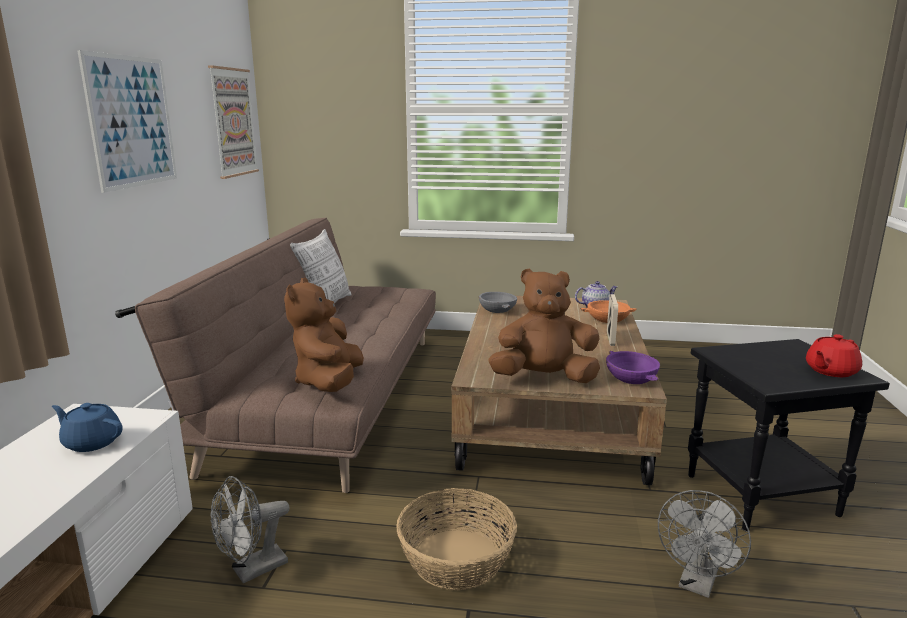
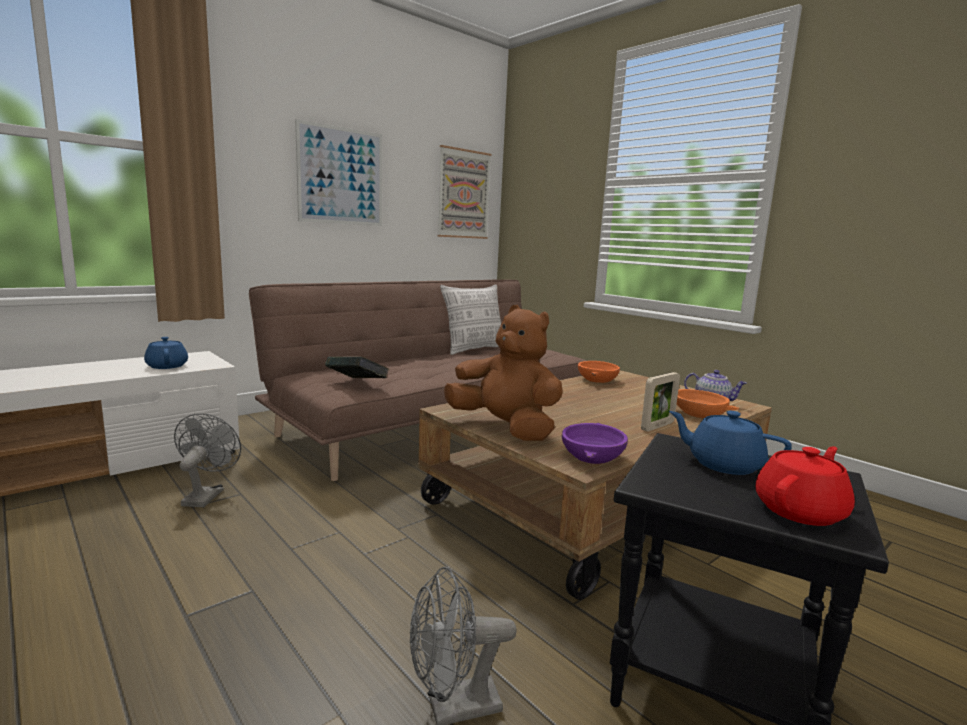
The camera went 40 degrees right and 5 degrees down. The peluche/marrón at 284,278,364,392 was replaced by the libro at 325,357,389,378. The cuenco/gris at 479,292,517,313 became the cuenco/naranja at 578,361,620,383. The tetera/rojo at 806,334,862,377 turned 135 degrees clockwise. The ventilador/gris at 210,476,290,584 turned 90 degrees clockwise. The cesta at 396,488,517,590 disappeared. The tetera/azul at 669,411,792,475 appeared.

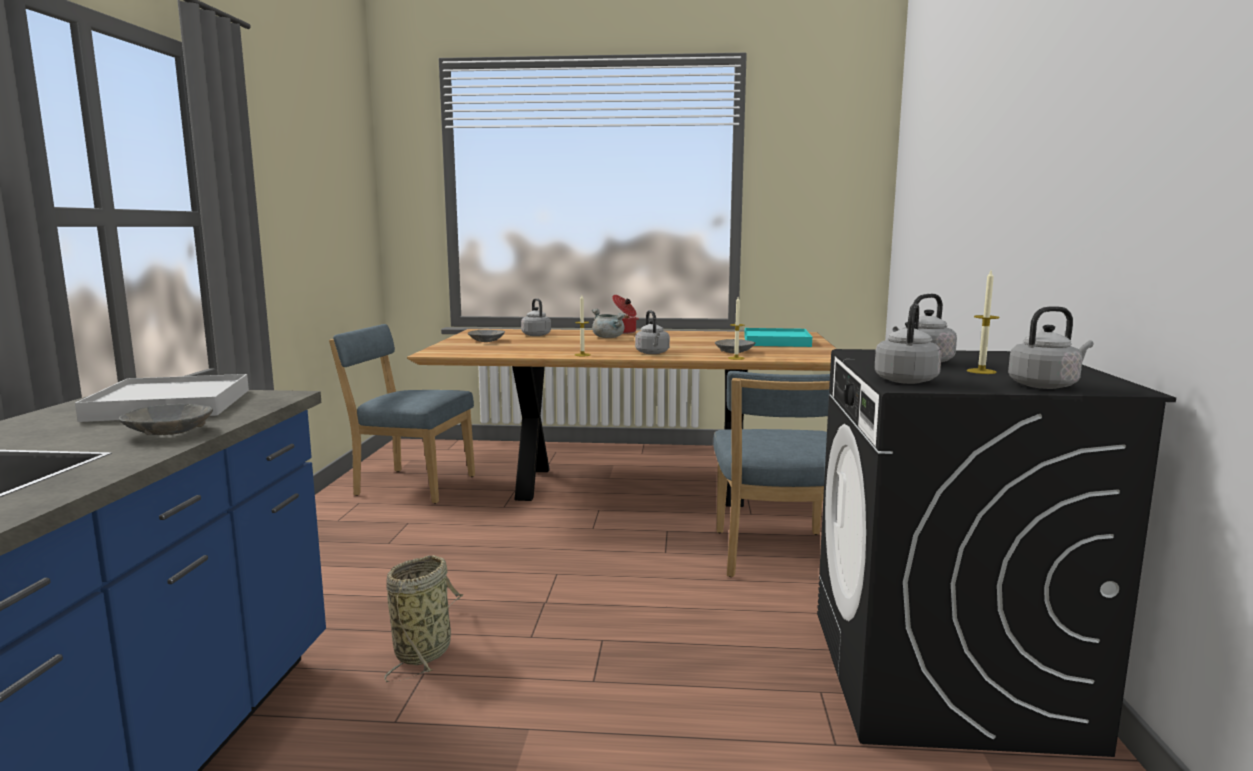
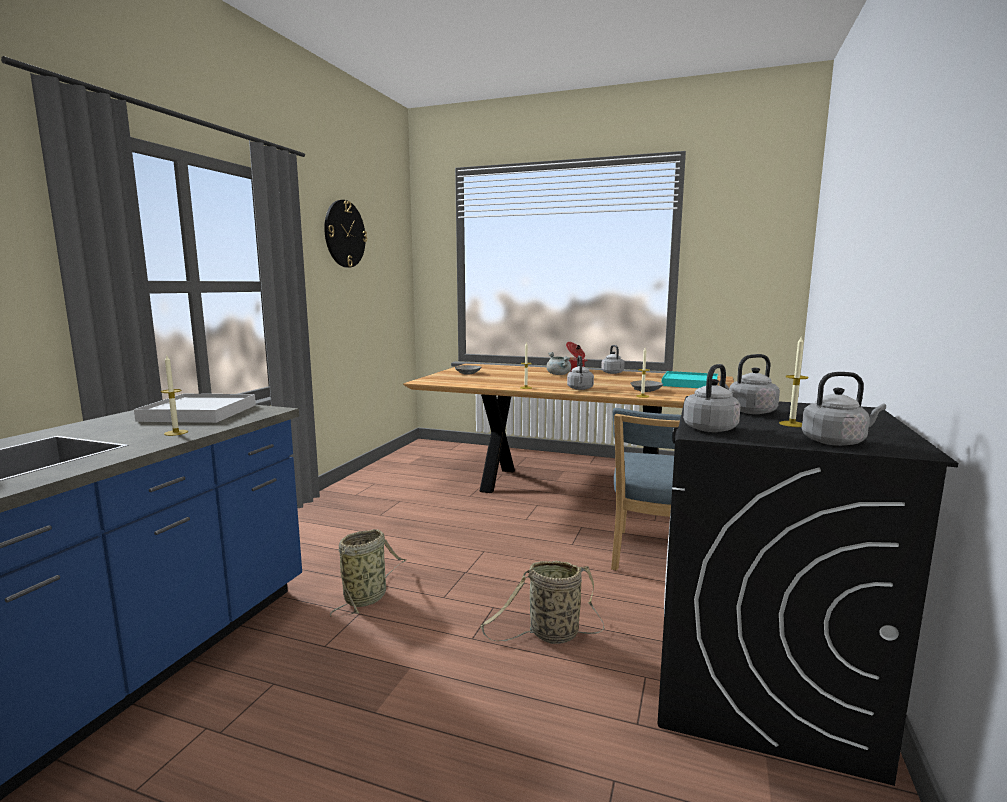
The camera went 15 degrees right and 0 degrees up. The hervidor/gris moved from 521,298,551,336 to 601,345,625,374. The silla/azul at 329,324,475,504 disappeared. The cuenco/gris at 118,404,213,435 was replaced by the vela at 161,355,188,436. The reloj de pared at 324,200,367,268 appeared. The cesta at 480,561,605,644 appeared.

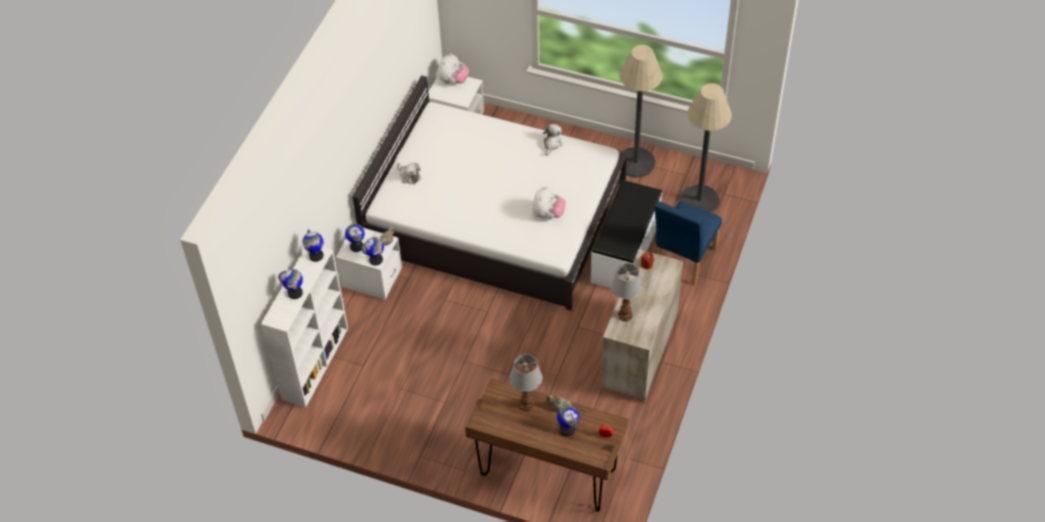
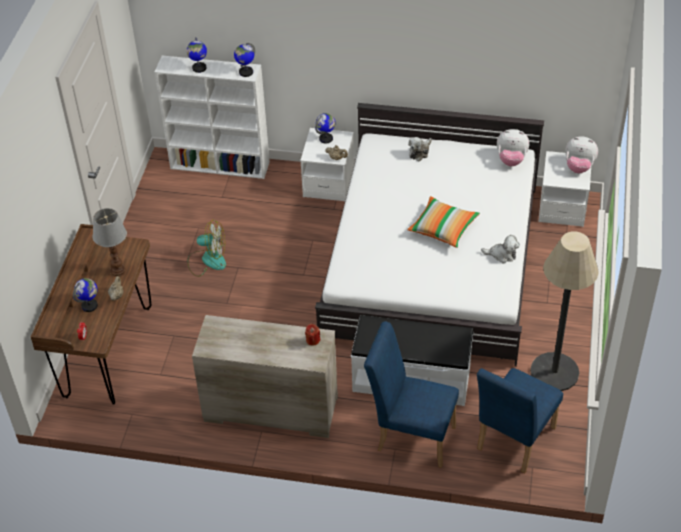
The camera went 80 degrees right and 5 degrees down. The lámpara de pie at 680,83,732,213 was replaced by the silla/azul at 477,368,563,473. The peluche moved from 532,186,566,218 to 497,129,529,166. The globo terráqueo at 361,238,384,265 disappeared. The lámpara de mesa at 611,263,643,322 disappeared. The cojín at 407,196,480,248 appeared. The ventilador at 188,220,226,277 appeared.

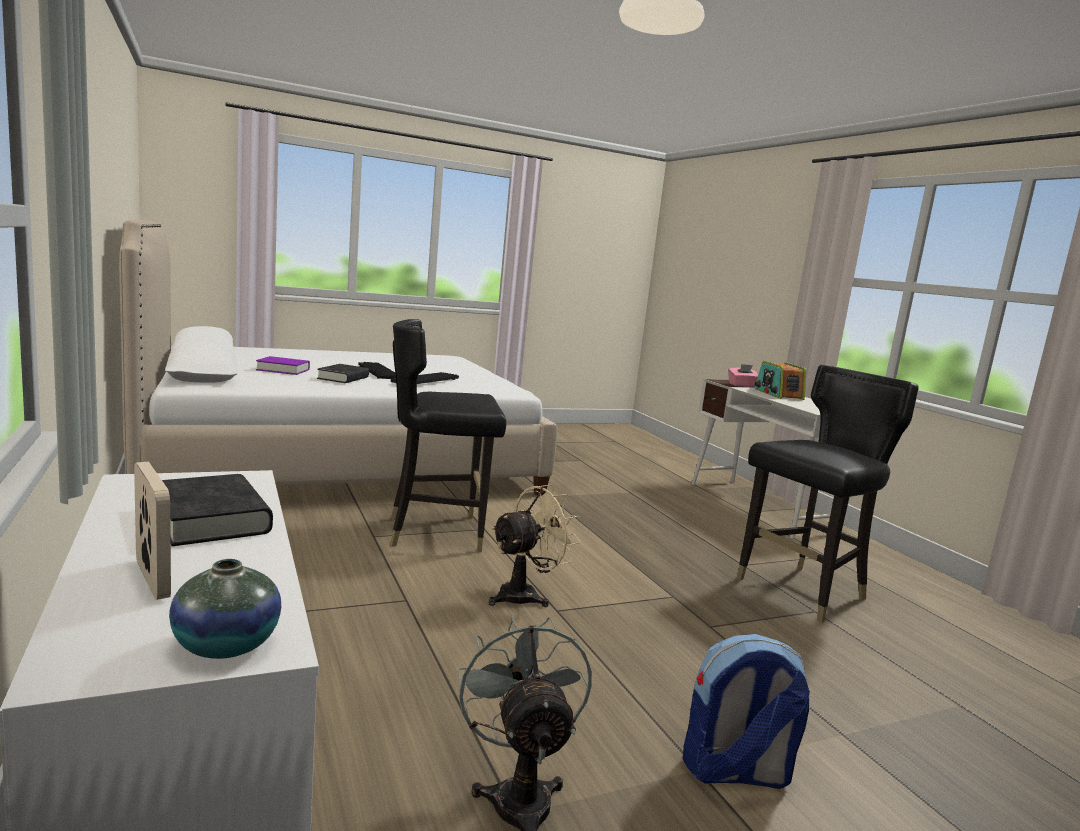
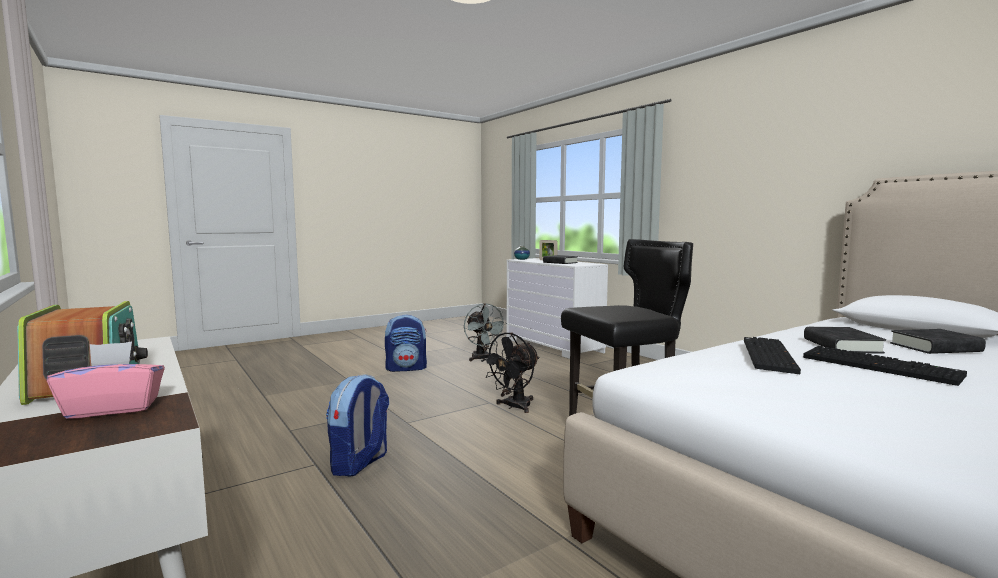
The camera went 170 degrees right and 5 degrees down. The libro/morado at 256,356,310,375 became the libro/negro at 890,329,986,354. The silla/negro at 737,365,919,623 disappeared. The ventilador/beis at 489,485,580,607 became the ventilador/negro at 481,332,540,413. The mochila at 326,374,389,477 appeared.

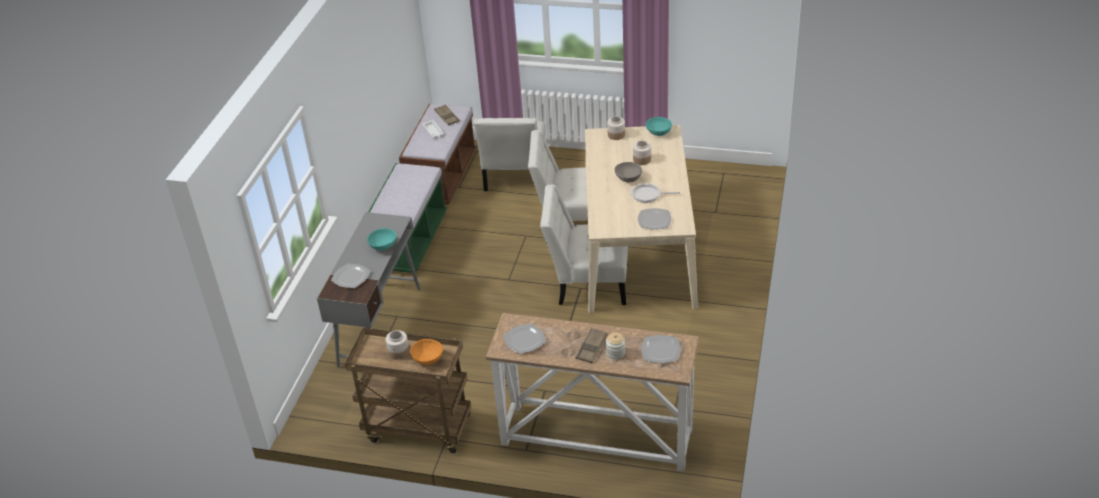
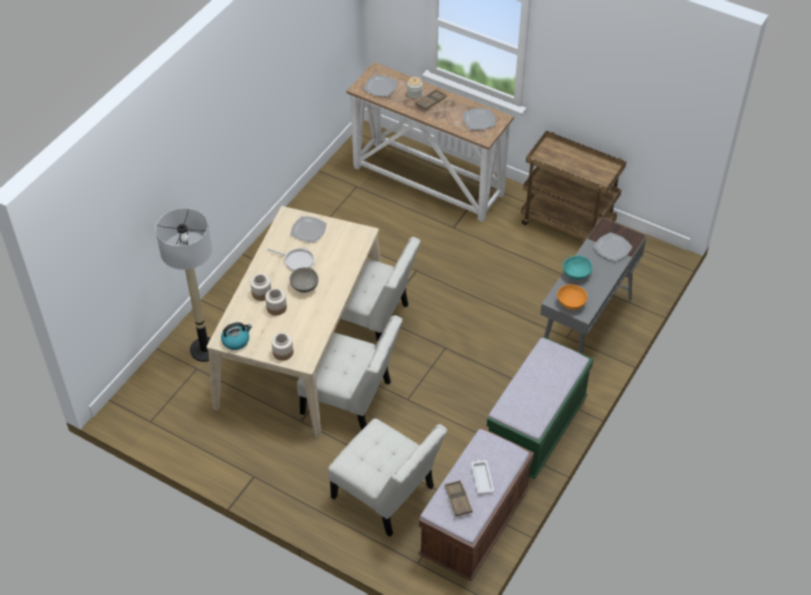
The camera went 165 degrees left and 10 degrees up. The cuenco/turquesa at 645,117,672,136 was replaced by the hervidor at 221,322,252,350. The silla/blanco at 474,118,545,191 turned 105 degrees clockwise. The tarro moved from 386,330,409,360 to 250,274,271,301. The cuenco/naranja moved from 410,339,443,365 to 557,284,587,310. The lámpara de pie at 156,208,212,362 appeared.

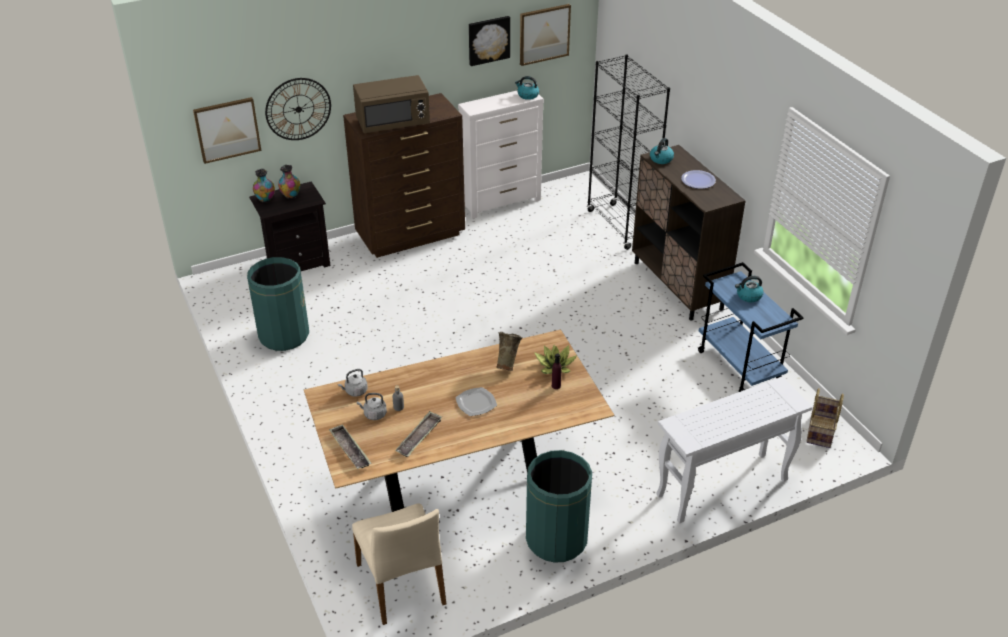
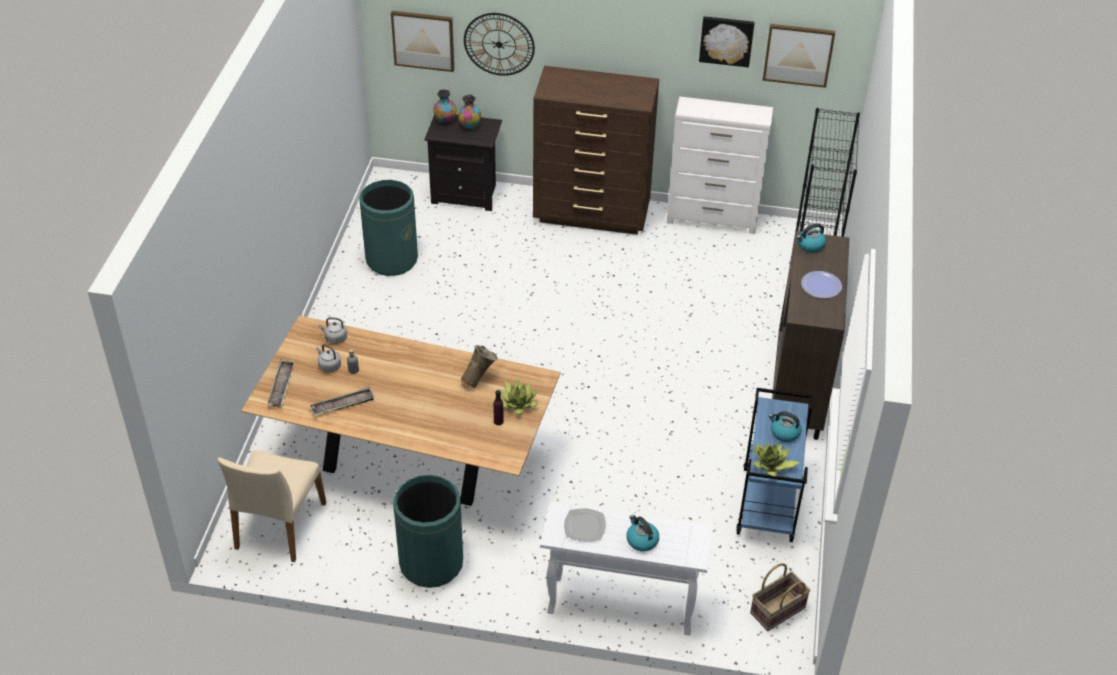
The camera went 35 degrees right and 5 degrees up. The microondas/marrón at 353,75,430,133 disappeared. The hervidor moved from 515,76,539,100 to 626,515,659,552. The plato moved from 455,387,497,416 to 564,508,606,542. The planta en maceta at 752,443,800,477 appeared.

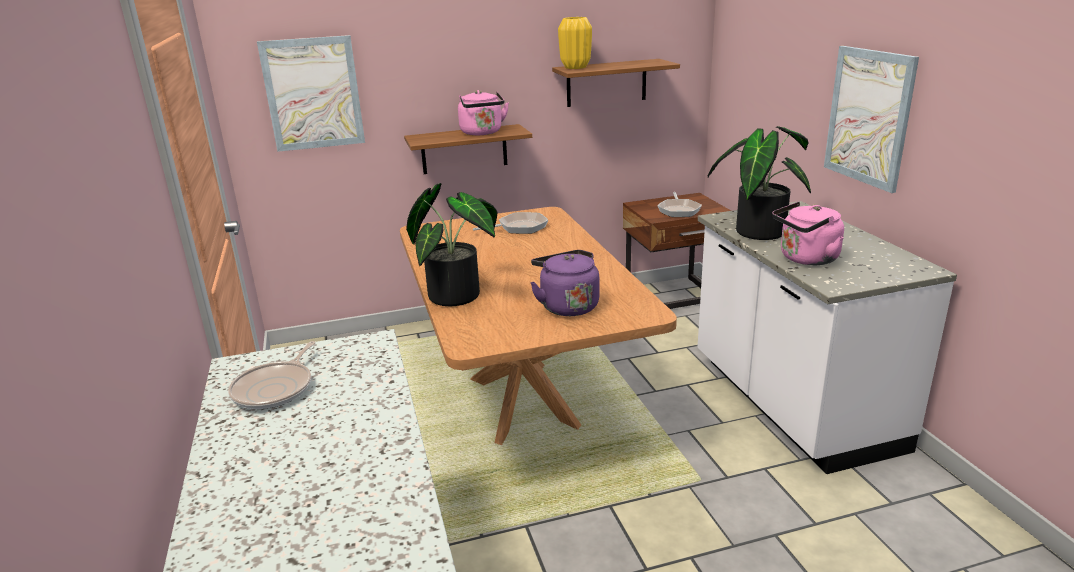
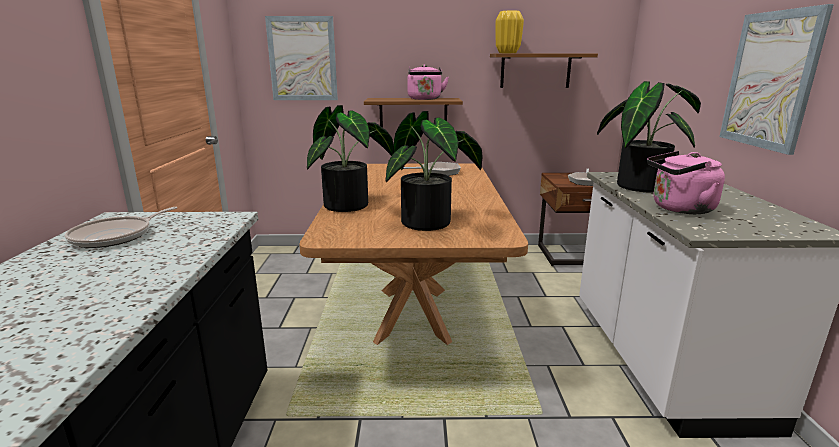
The camera went 15 degrees right and 5 degrees down. The hervidor/morado at 530,250,599,316 was replaced by the planta en maceta at 385,111,483,231.

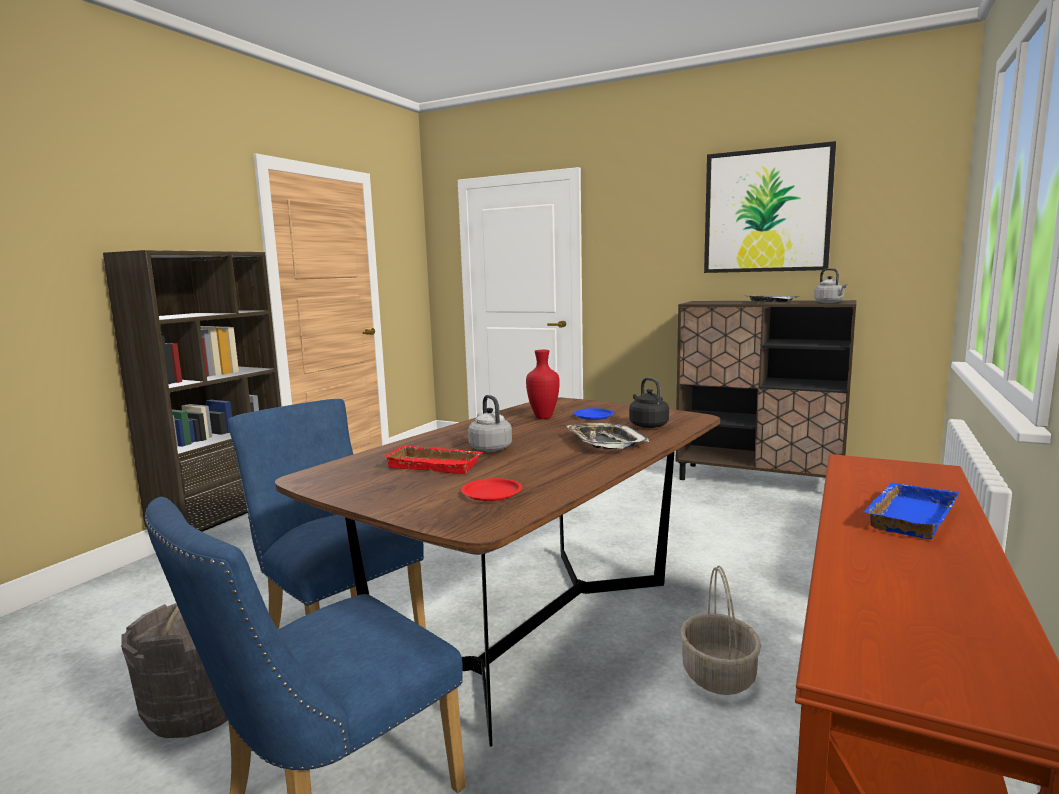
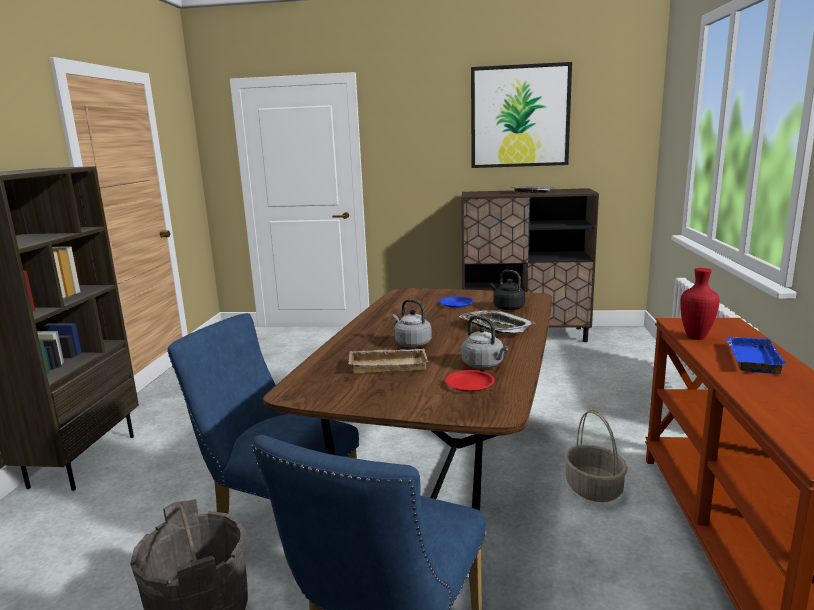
The camera went 20 degrees left and 5 degrees up. The hervidor/gris moved from 814,268,848,303 to 462,316,508,369. The florero/rojo moved from 526,350,560,419 to 680,268,720,340. The bandeja/rojo at 382,445,483,474 became the bandeja/beis at 348,349,428,374.

